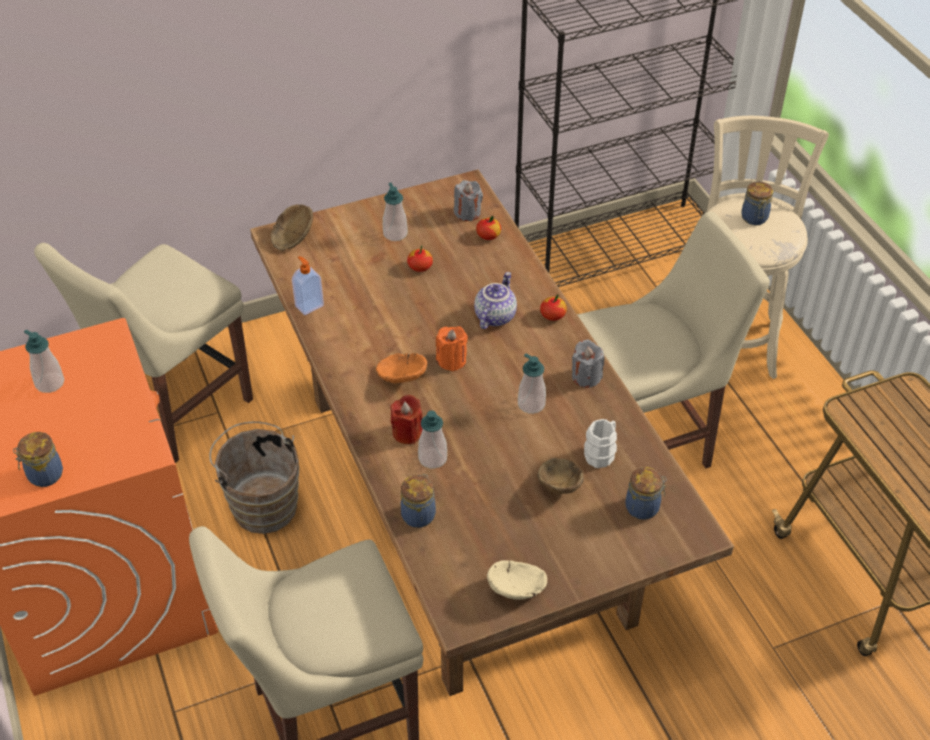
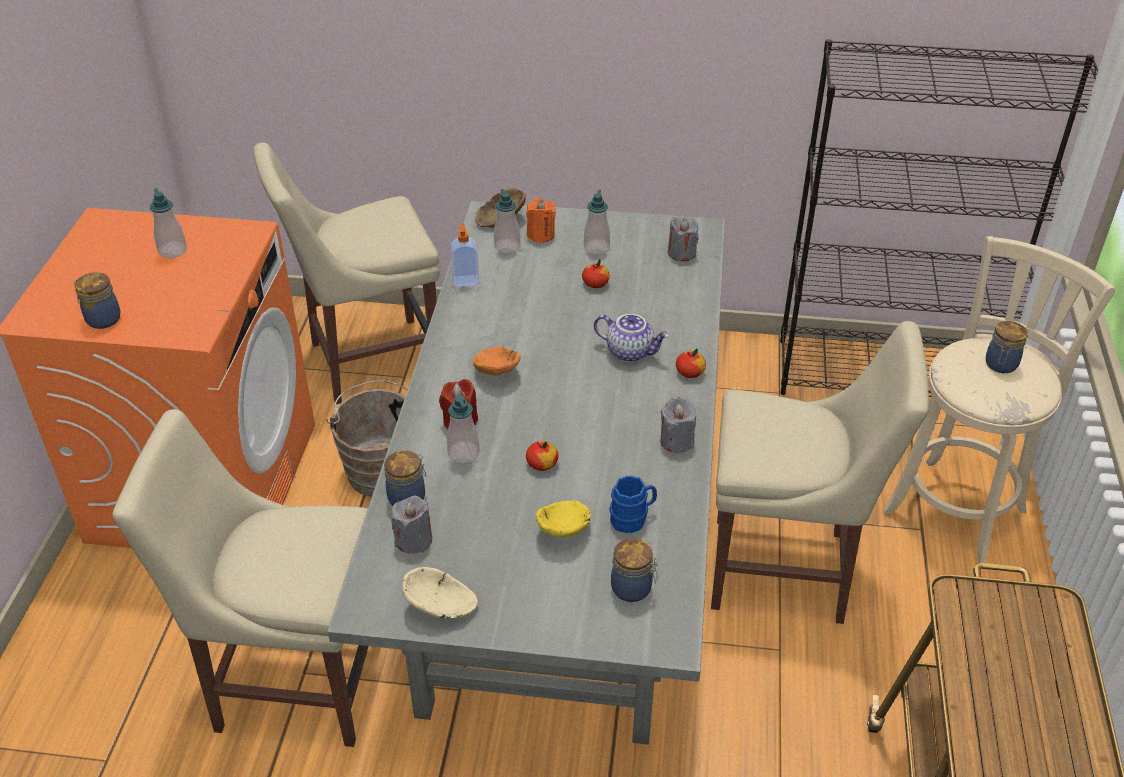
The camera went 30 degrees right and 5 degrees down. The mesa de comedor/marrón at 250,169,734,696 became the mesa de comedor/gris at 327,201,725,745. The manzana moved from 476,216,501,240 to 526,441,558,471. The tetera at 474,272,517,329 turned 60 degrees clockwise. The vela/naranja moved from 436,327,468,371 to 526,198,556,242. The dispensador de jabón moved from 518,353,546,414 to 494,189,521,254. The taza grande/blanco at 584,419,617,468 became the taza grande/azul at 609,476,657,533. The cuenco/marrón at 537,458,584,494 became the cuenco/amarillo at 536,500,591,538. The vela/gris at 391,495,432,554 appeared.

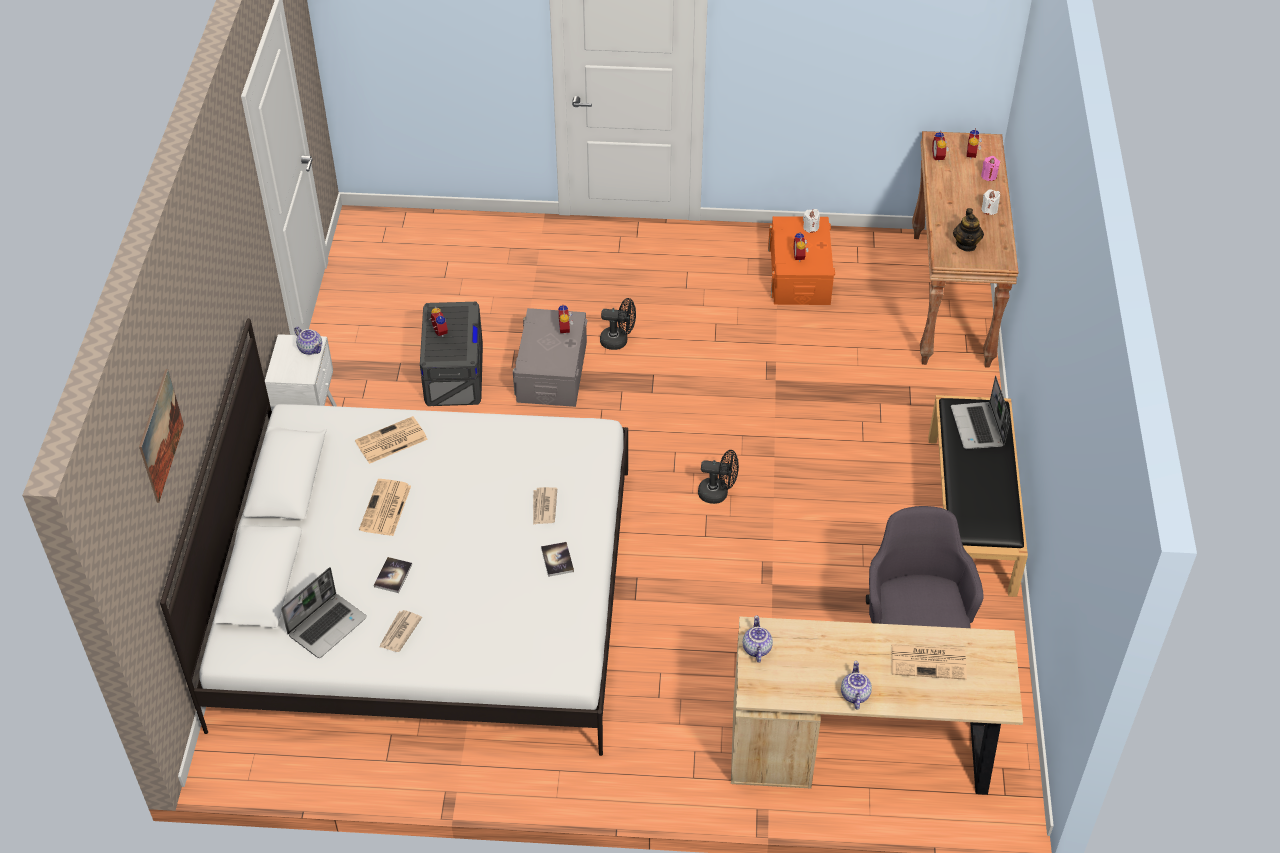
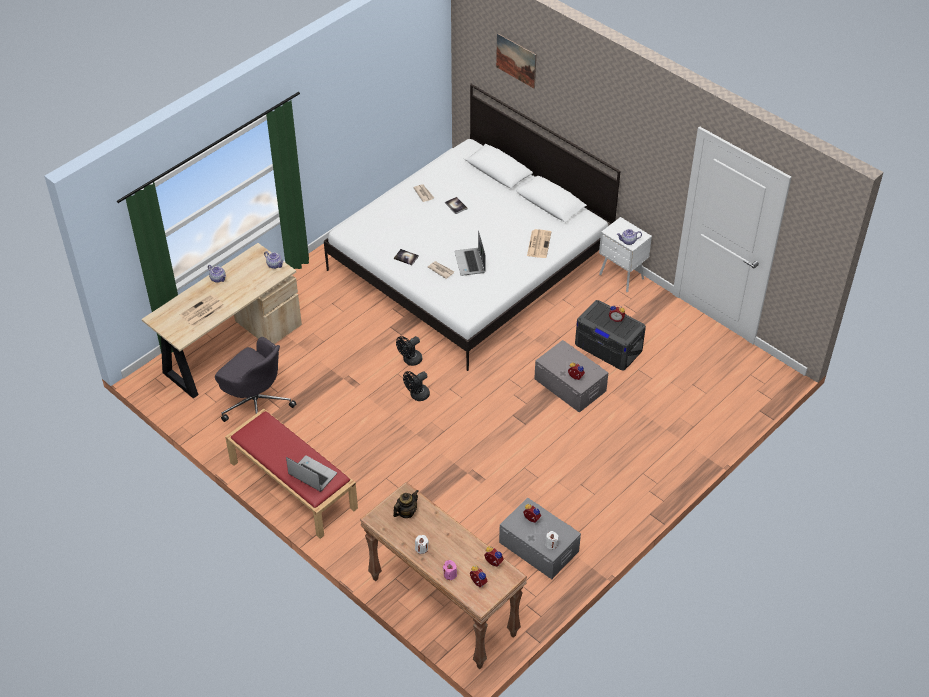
The camera went 130 degrees right and 0 degrees up. The tetera at 953,208,984,252 turned 90 degrees clockwise. The caja de almacenaje/naranja at 768,216,835,305 became the caja de almacenaje/gris at 499,497,581,579. The ventilador/negro moved from 600,298,636,350 to 396,336,422,366. The banco/negro at 928,395,1028,597 became the banco/rojo at 225,409,358,539. The periódico at 359,479,411,536 disappeared. The portátil moved from 281,567,367,658 to 454,231,486,276.

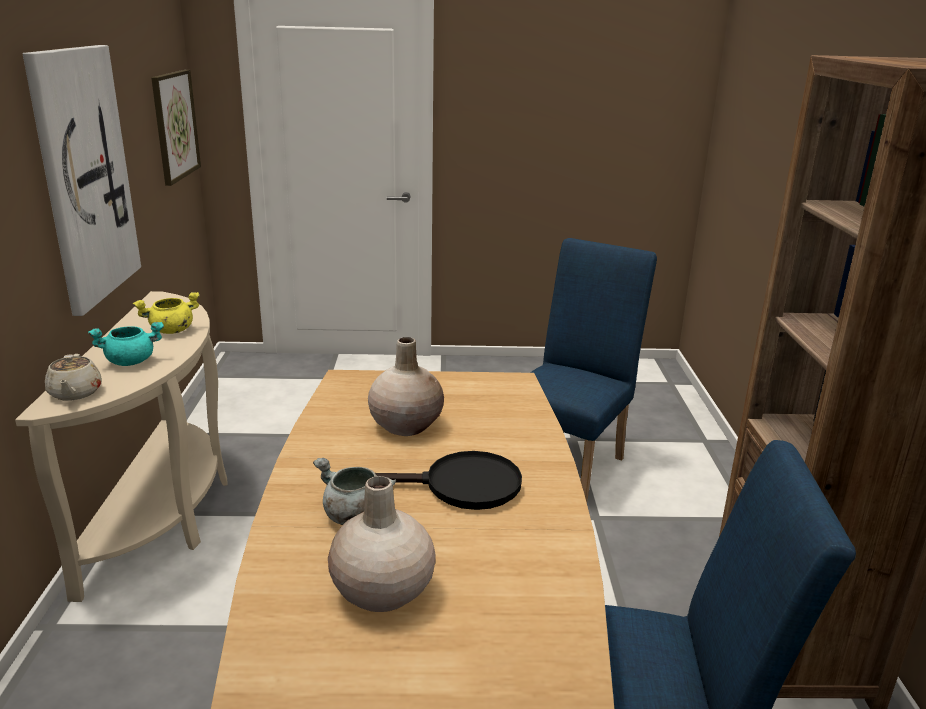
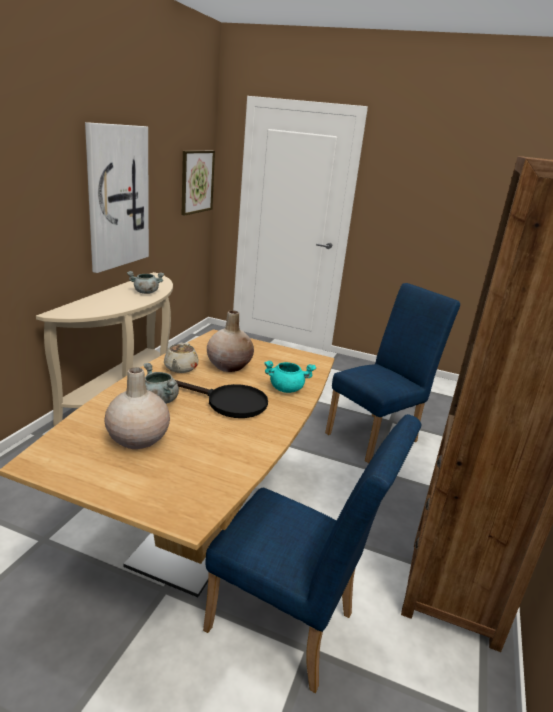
The camera went 20 degrees right and 0 degrees up. The olla/amarillo at 133,292,200,334 became the olla/gris at 127,271,164,294. The olla/turquesa moved from 88,322,164,366 to 264,361,316,393. The tetera/beis moved from 45,354,102,401 to 164,343,199,373.

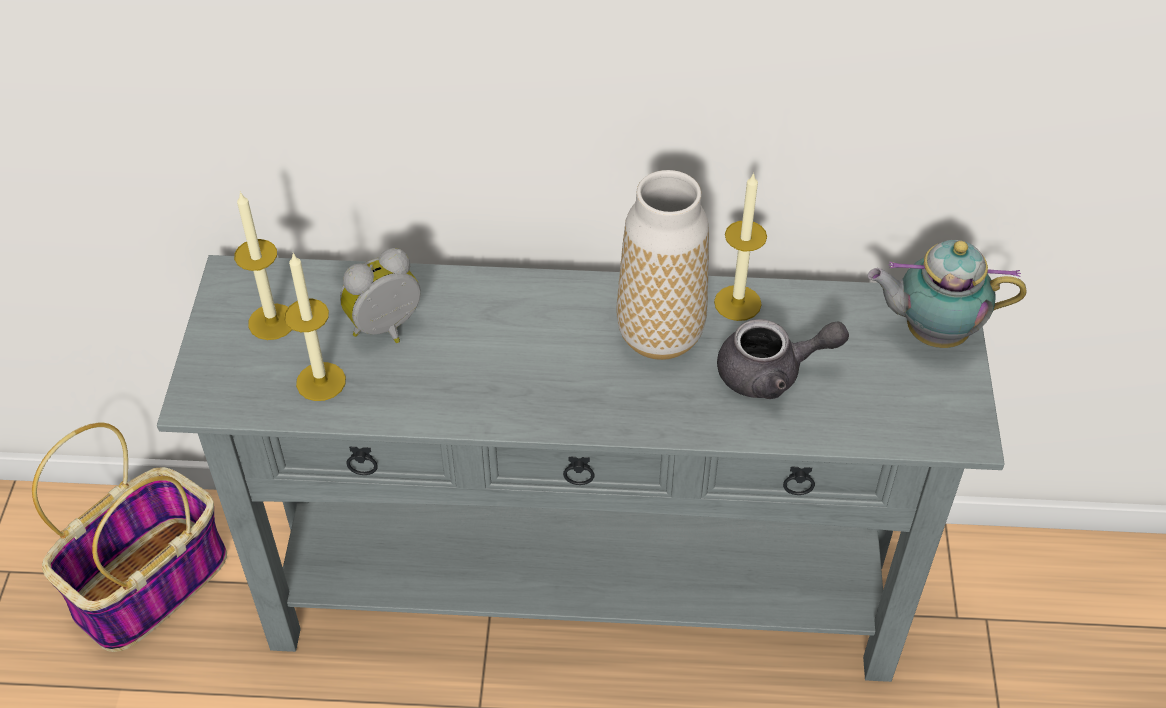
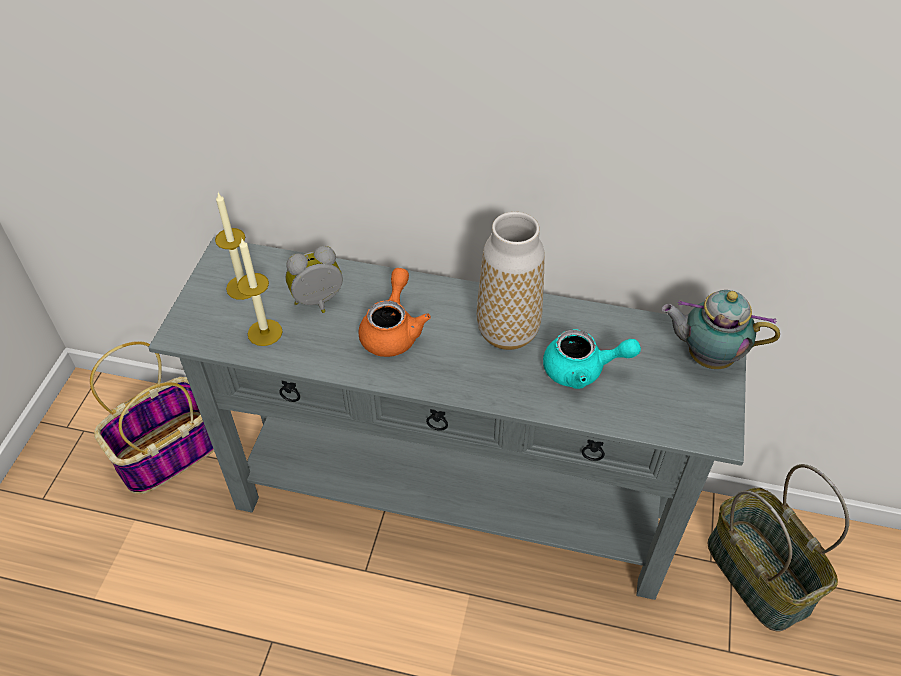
The camera went 10 degrees right and 0 degrees up. The vela at 714,172,767,321 disappeared. The tetera/gris at 717,319,849,399 became the tetera/turquesa at 543,330,641,389. The tetera/naranja at 359,268,431,357 appeared. The cesta at 707,464,849,631 appeared.

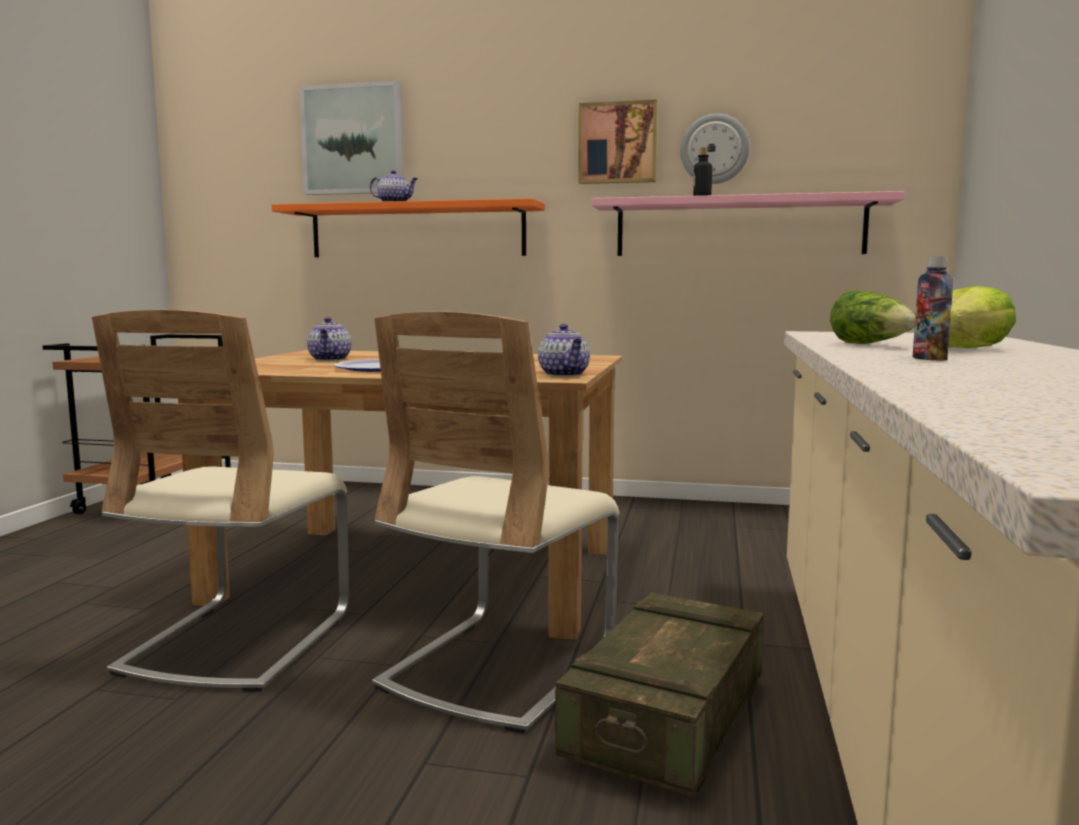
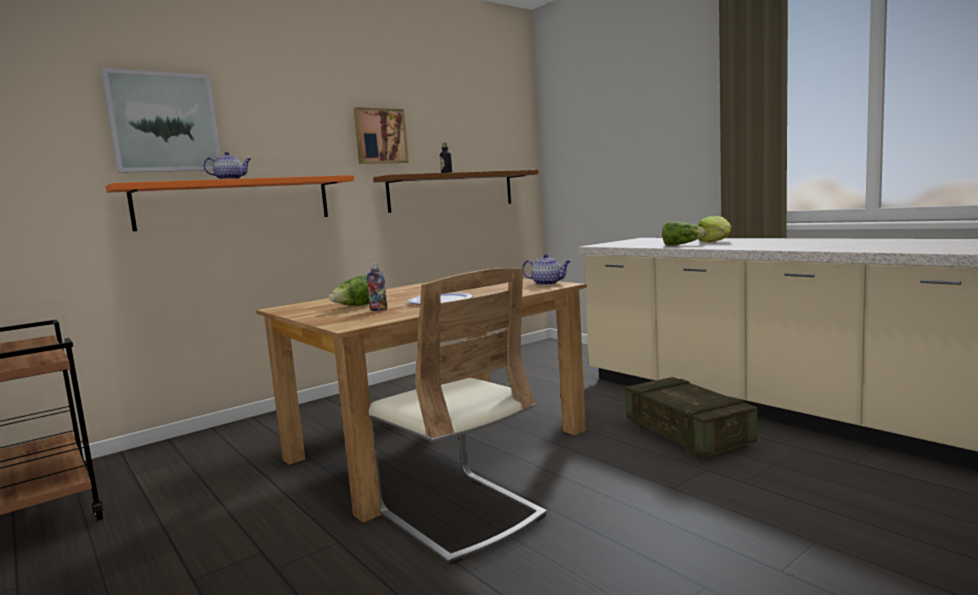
The camera went 50 degrees left and 0 degrees up. The reloj de pared at 680,114,750,184 disappeared. The estante/rosa at 591,191,904,256 became the estante/marrón at 373,170,538,213. The botella moved from 913,257,953,361 to 367,263,387,311. The silla/beis at 372,311,620,734 disappeared. The tetera at 307,317,352,361 was replaced by the lechuga at 329,275,369,306.

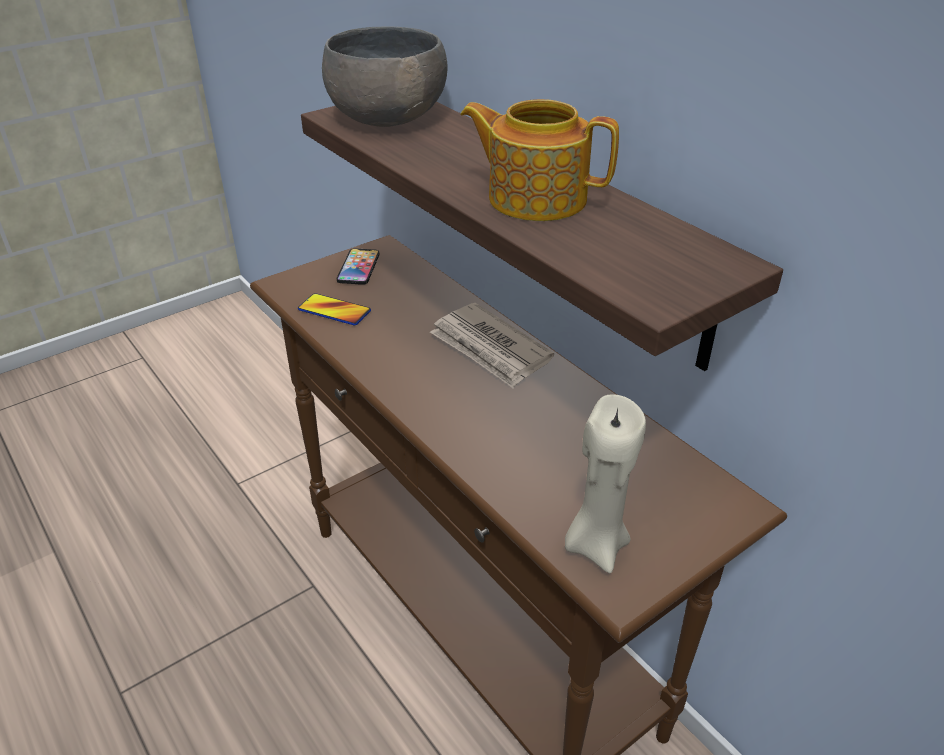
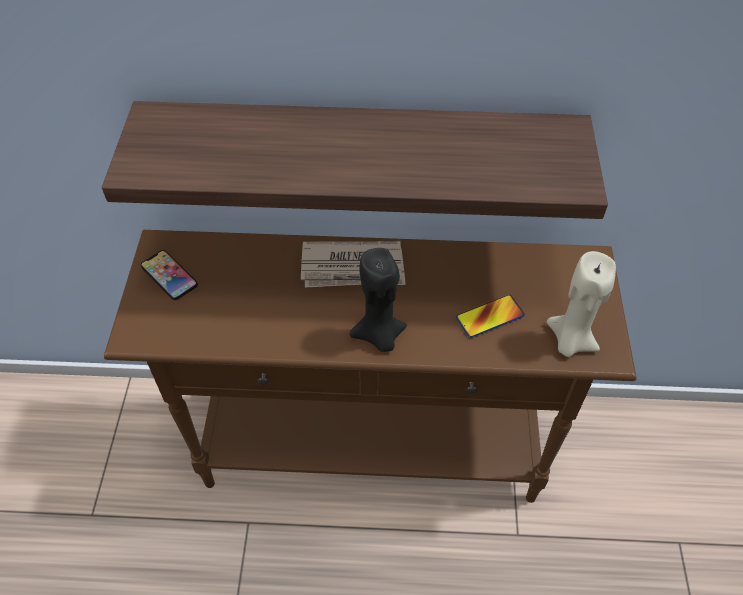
The camera went 50 degrees left and 15 degrees up. The cuenco/gris at 322,26,447,127 disappeared. The tetera at 460,99,619,221 disappeared. The móvil moved from 298,293,371,325 to 456,295,525,338. The vela/negro at 349,248,407,352 appeared.

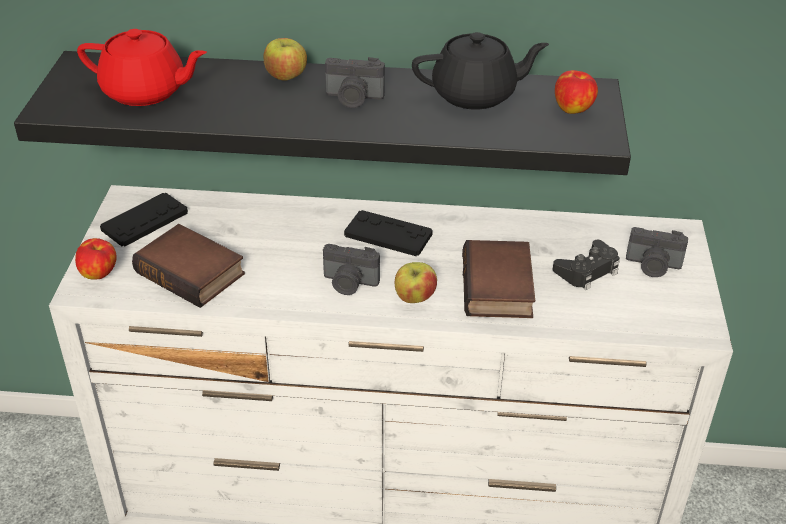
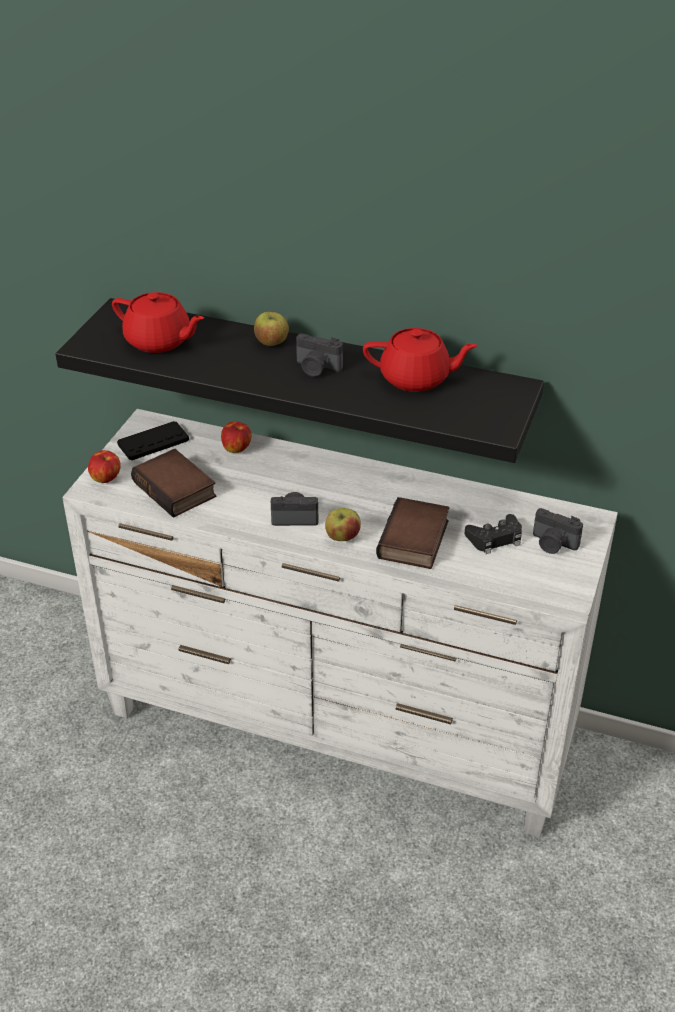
The camera went 15 degrees right and 0 degrees up. The tetera/negro at 412,32,549,109 became the tetera/rojo at 363,328,478,392. The manzana moved from 555,70,598,114 to 221,421,252,453. The mando de consola/negro at 344,210,433,256 disappeared. The cámara at 323,244,380,295 turned 150 degrees clockwise.

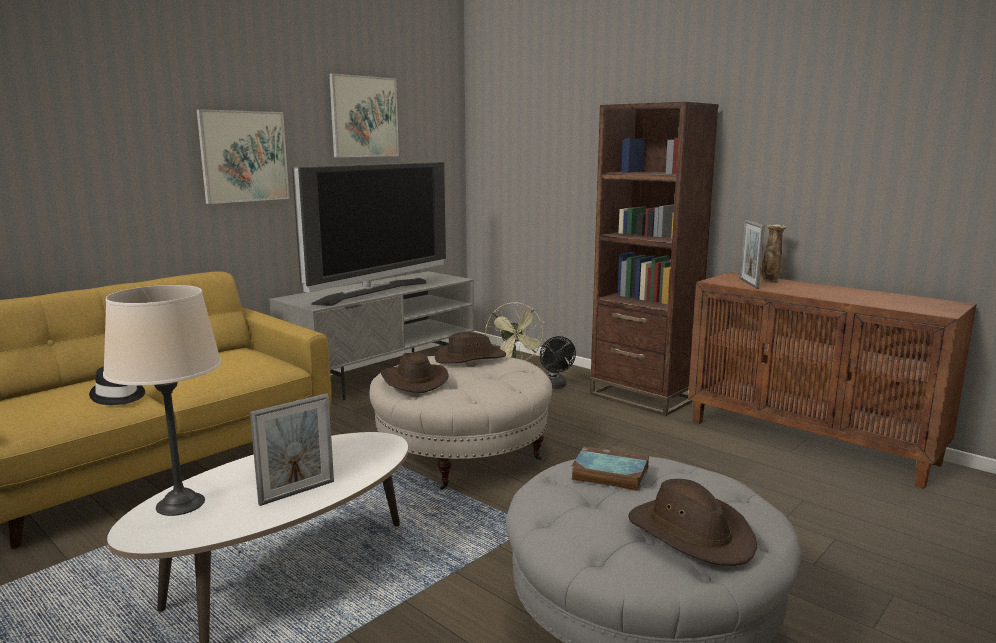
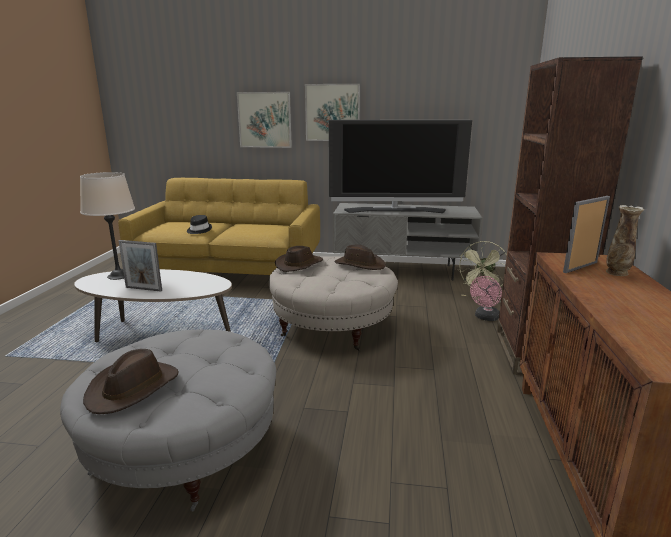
The camera went 55 degrees right and 5 degrees up. The cuadro moved from 329,73,399,157 to 237,92,292,148. The ventilador/negro at 540,336,576,389 became the ventilador/rosa at 470,276,502,321. The libro at 571,446,649,491 disappeared.

